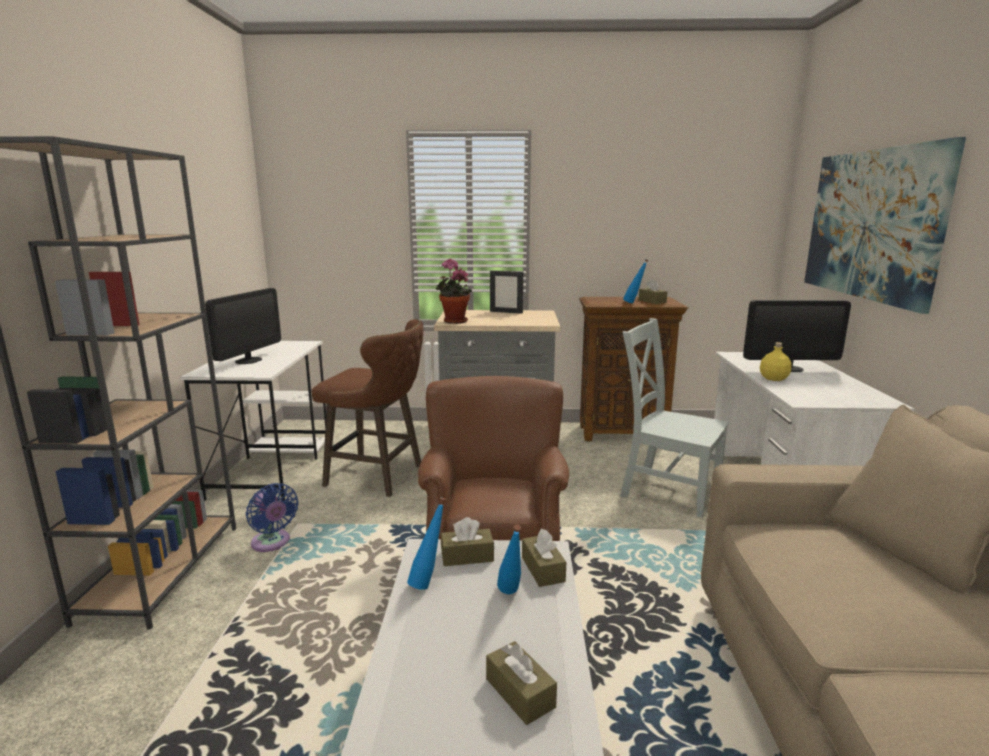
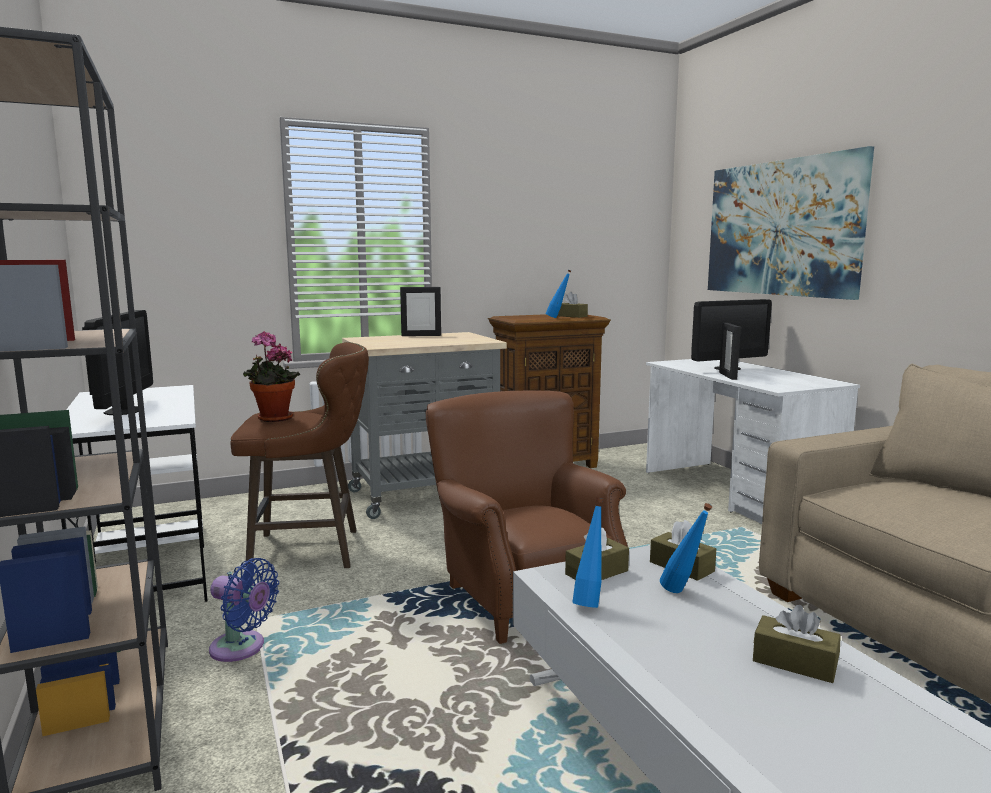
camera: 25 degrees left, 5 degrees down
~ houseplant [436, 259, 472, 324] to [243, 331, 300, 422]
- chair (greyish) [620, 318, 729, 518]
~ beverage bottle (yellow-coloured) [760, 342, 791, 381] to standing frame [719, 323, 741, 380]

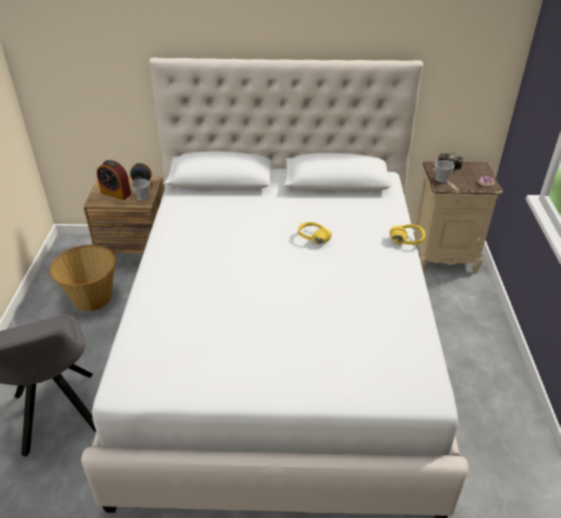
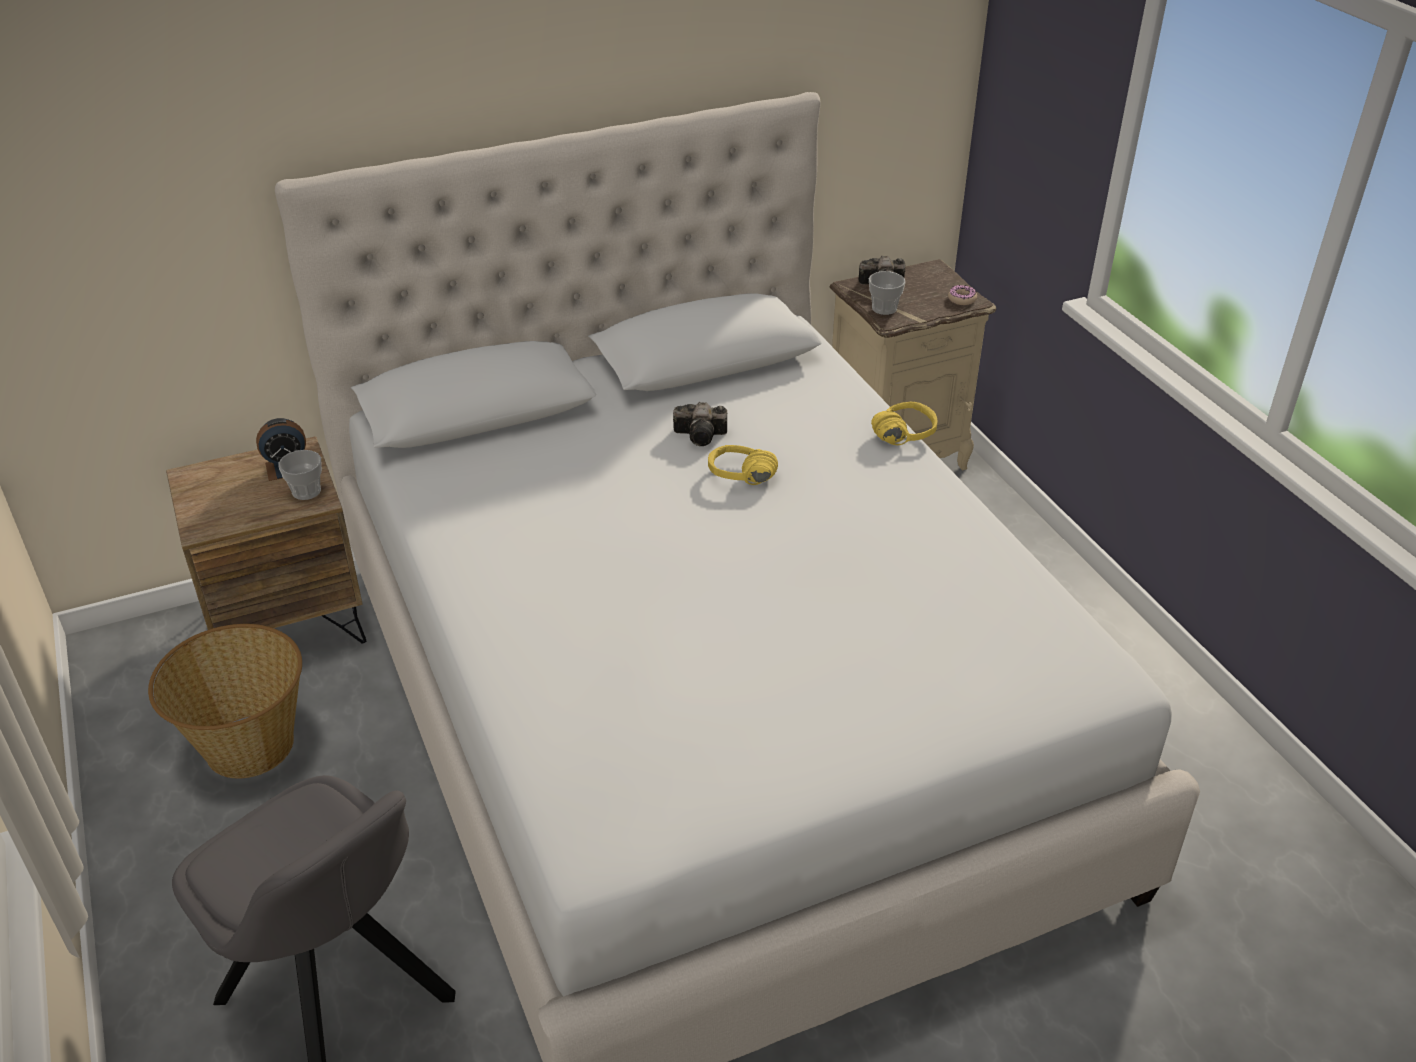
camera: 25 degrees left, 0 degrees up
- alarm clock [97, 160, 131, 200]
+ still camera [673, 402, 727, 446]

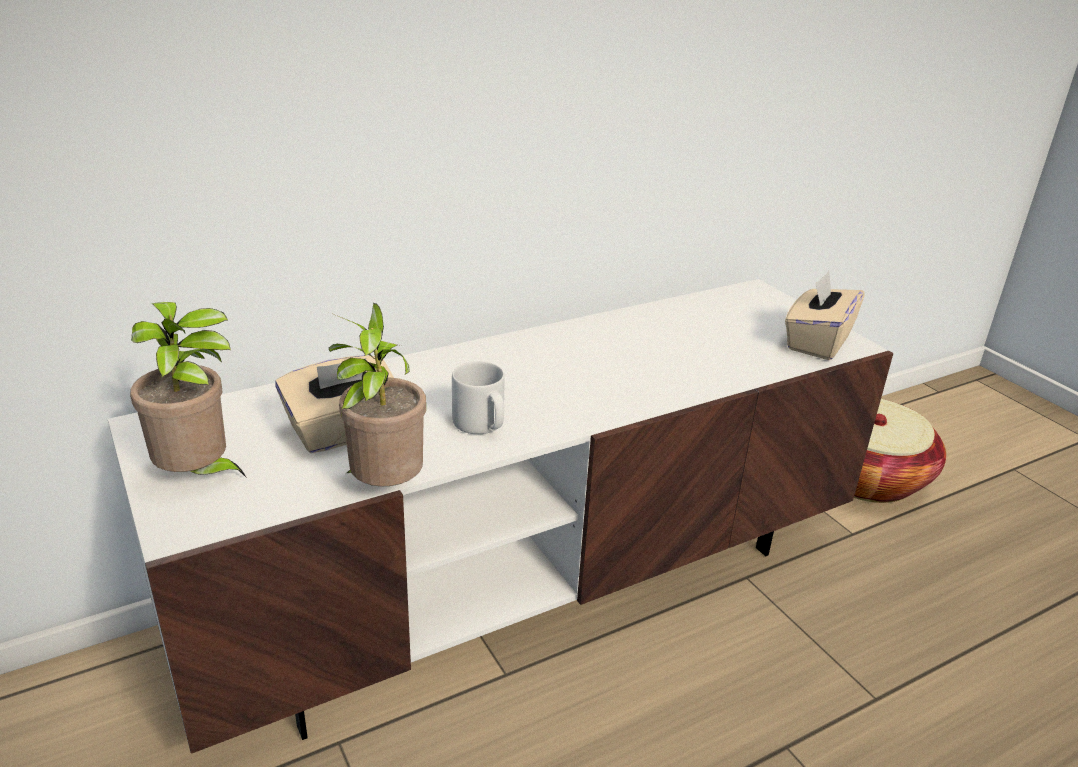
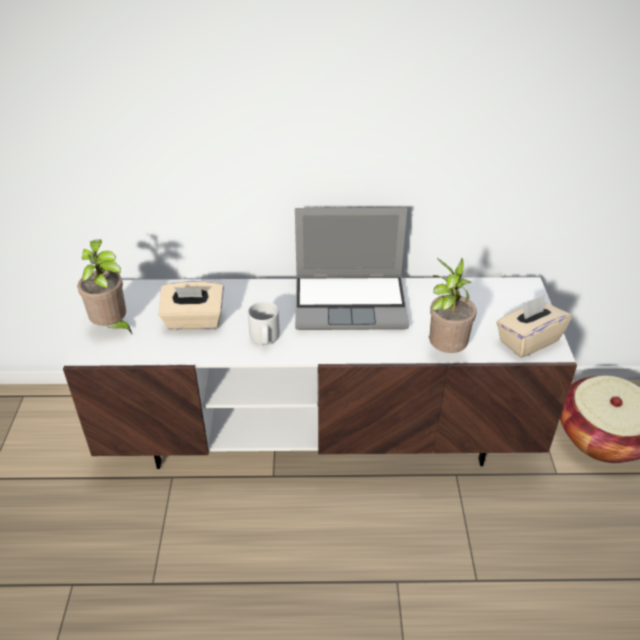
camera: 30 degrees right, 10 degrees up
~ houseplant [329, 303, 426, 486] to [429, 258, 477, 353]
+ portable computer [295, 208, 409, 330]

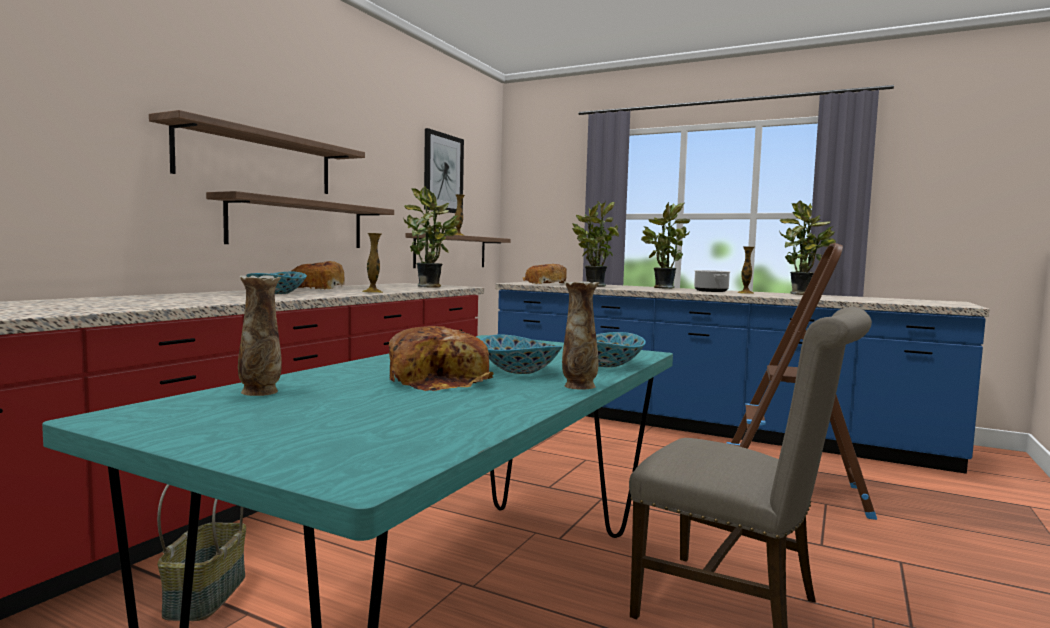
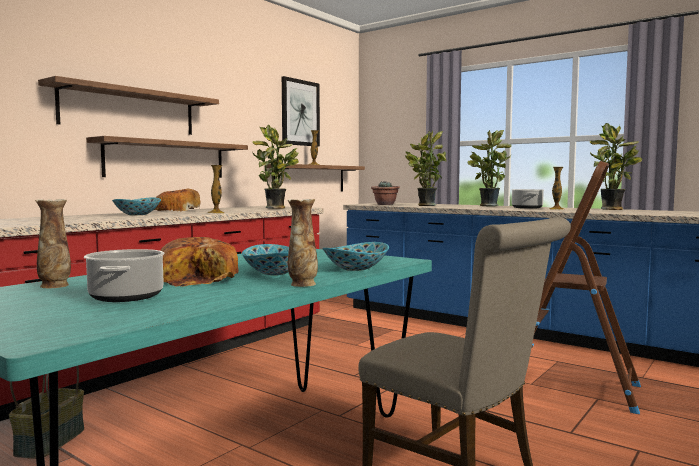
camera: 10 degrees right, 0 degrees up
~ bread [523, 264, 567, 284] to houseplant [371, 181, 400, 205]
+ stockpot [84, 249, 165, 302]

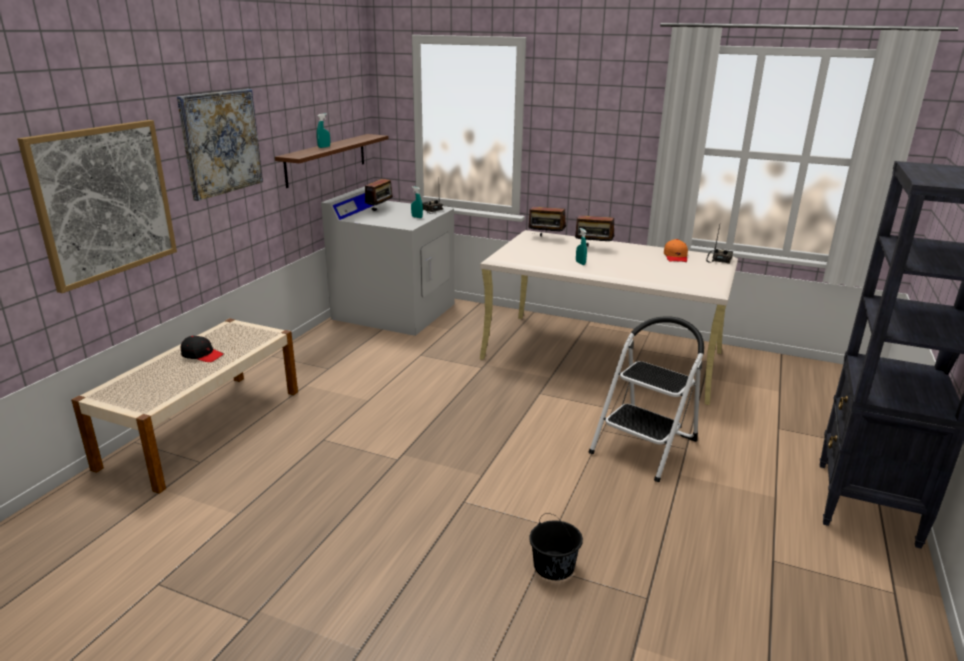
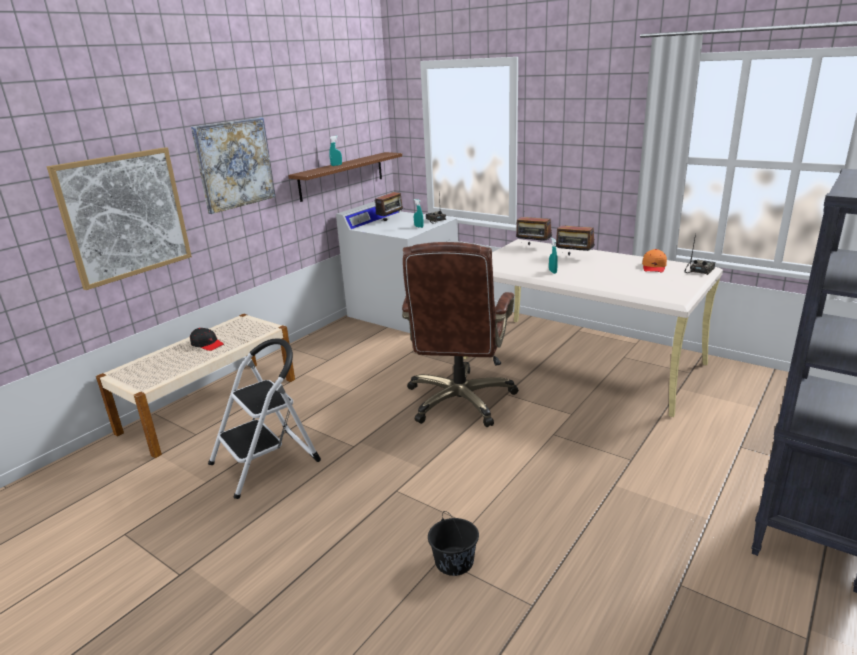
camera: 15 degrees right, 0 degrees up
~ step ladder [589, 316, 704, 482] to [208, 338, 321, 499]
+ computer chair (brownish) [402, 242, 519, 427]

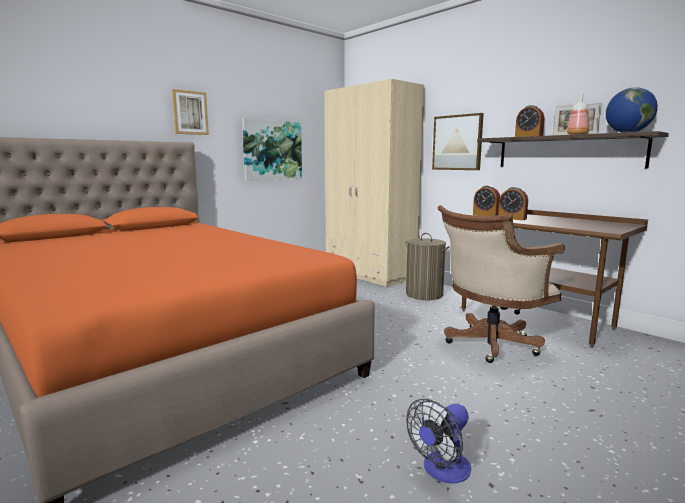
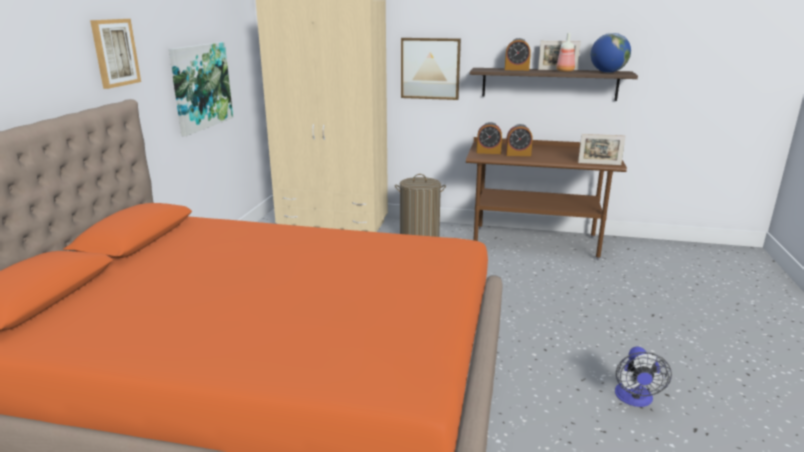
camera: 35 degrees left, 10 degrees up
- computer chair [438, 205, 565, 363]
+ standing frame [578, 134, 626, 165]

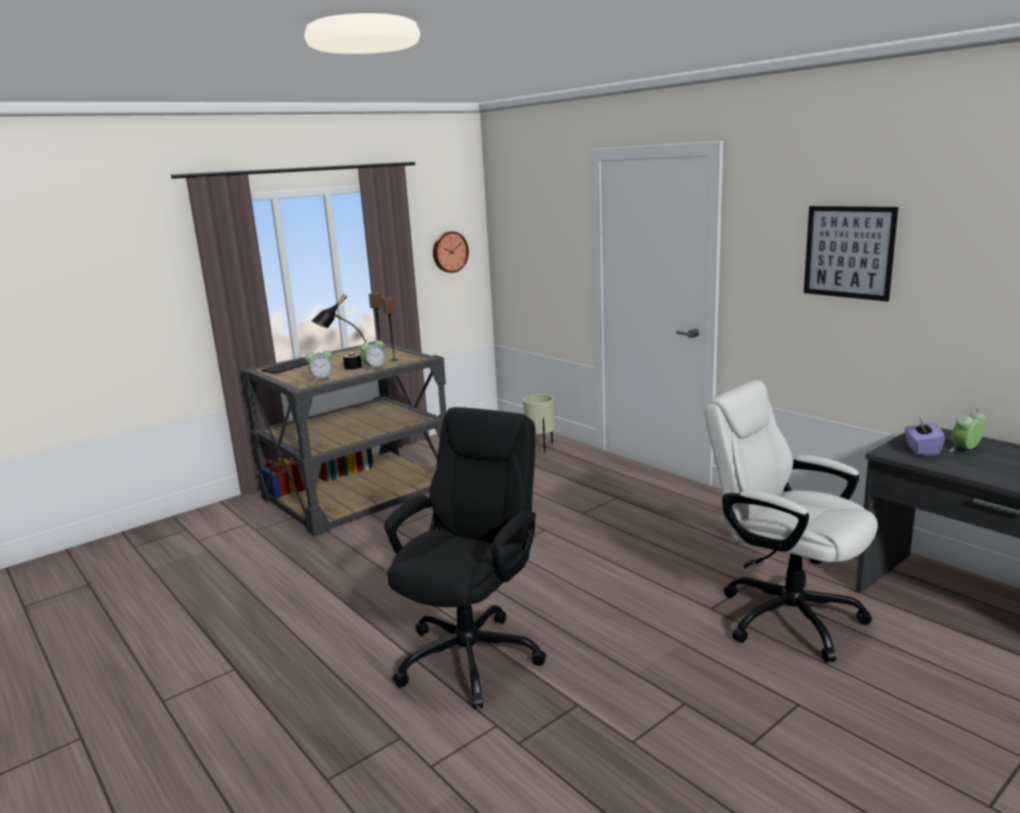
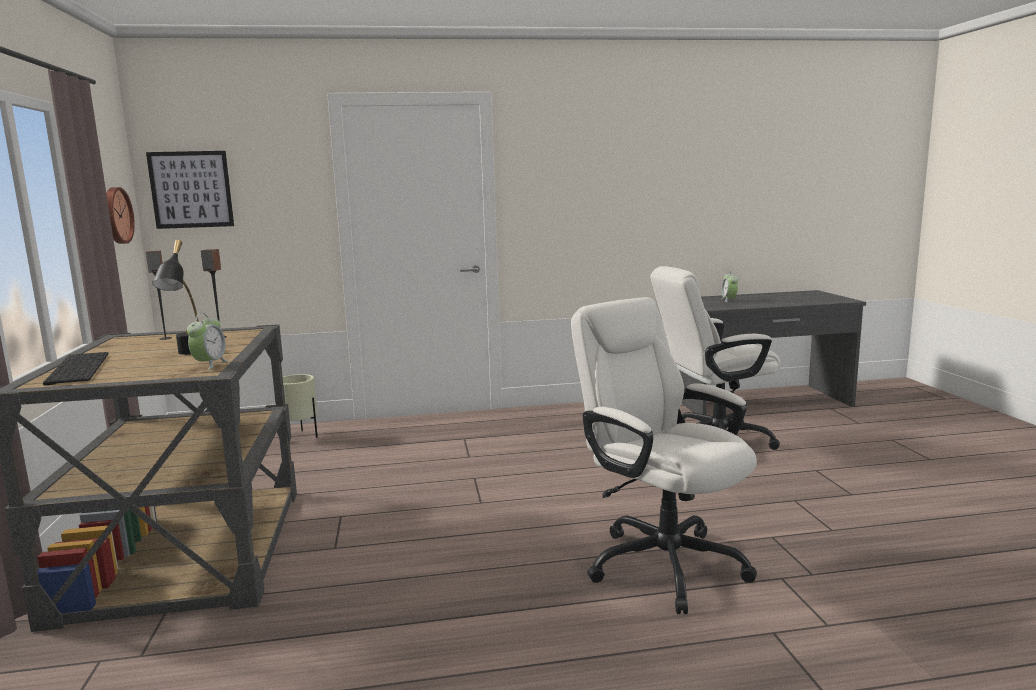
camera: 60 degrees left, 5 degrees down
~ wall art [804, 206, 898, 302] to [146, 151, 234, 229]
- alarm clock [360, 337, 387, 372]
~ computer chair (blackish) [384, 407, 546, 709] to computer chair (white) [571, 297, 757, 614]
- tissue holder (purple) [905, 417, 945, 456]

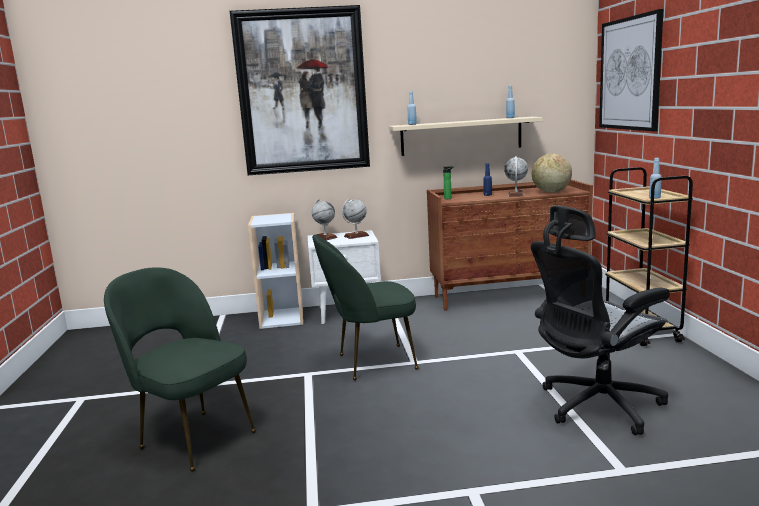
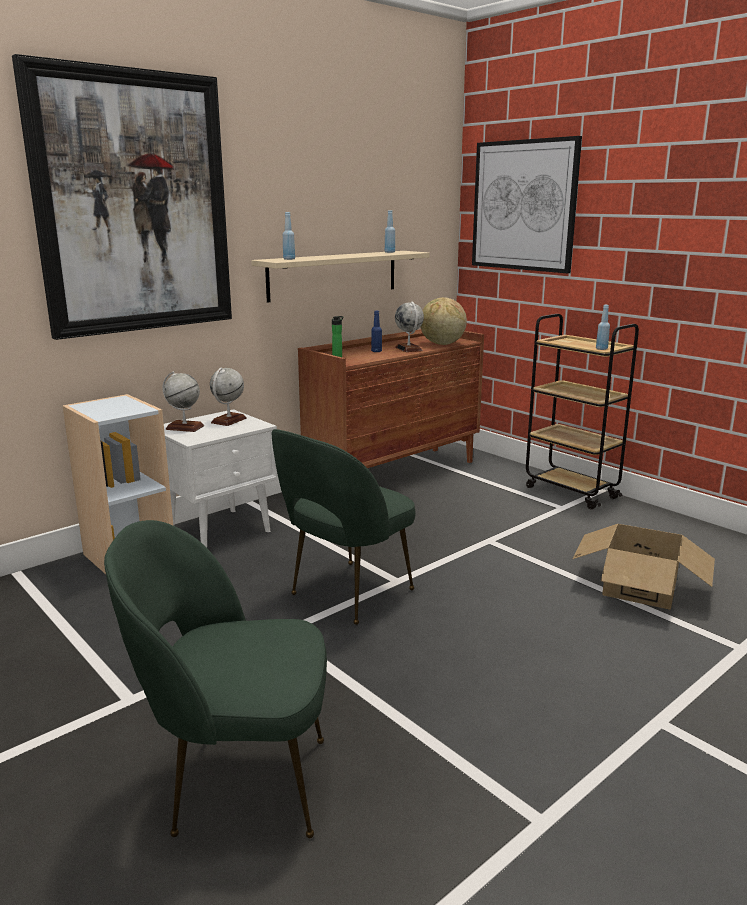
camera: 35 degrees left, 5 degrees up
~ computer chair [531, 206, 670, 435] to cardboard box [573, 524, 715, 610]

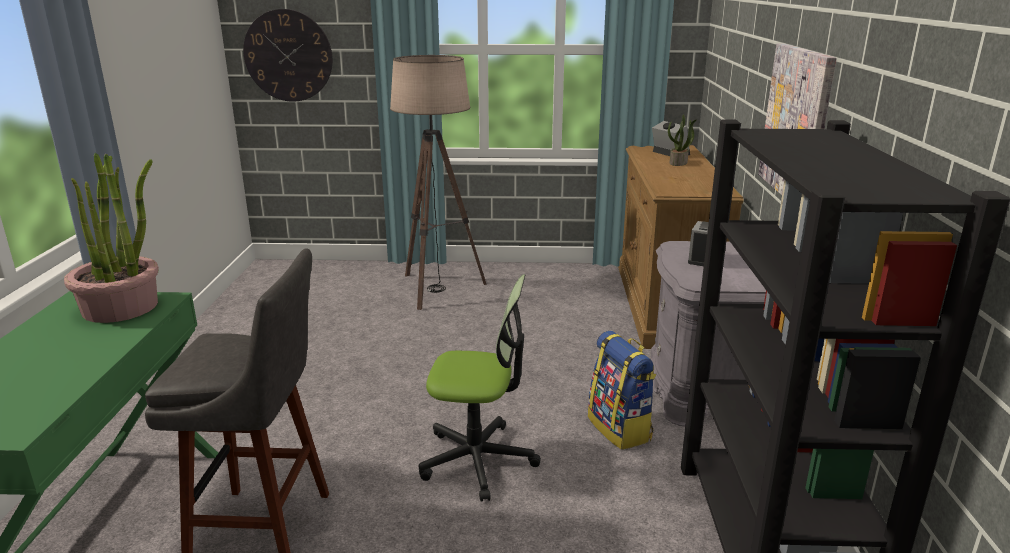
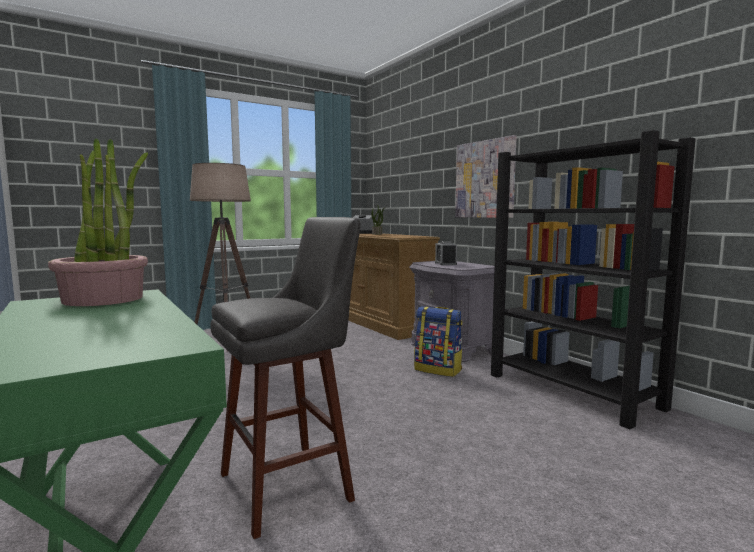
camera: 35 degrees left, 15 degrees down
- hanging clock [243, 9, 333, 102]
- computer chair [419, 274, 541, 502]

